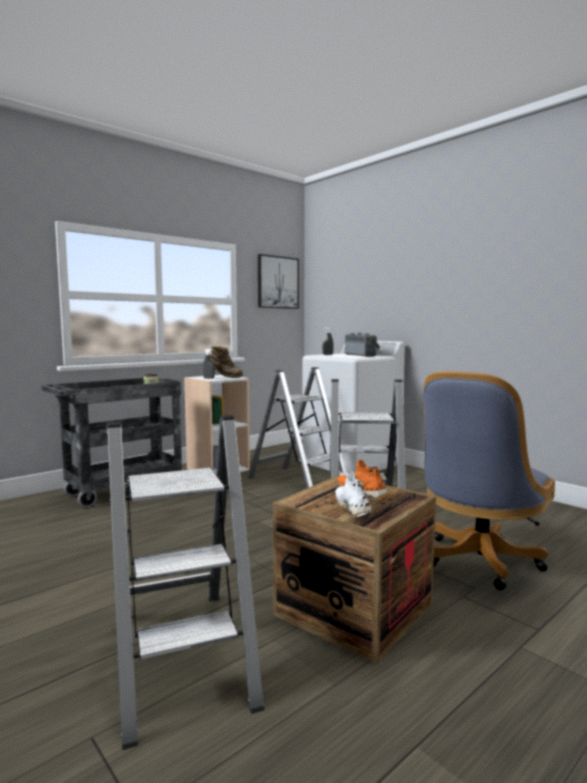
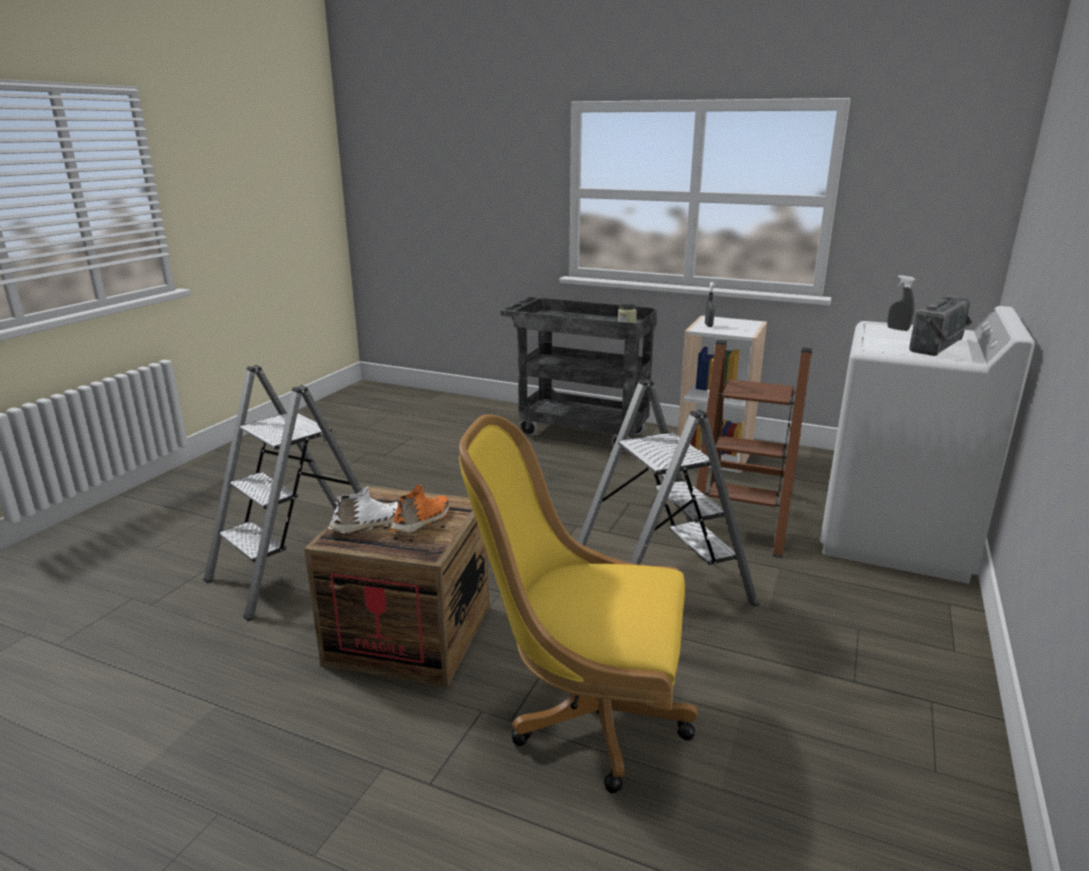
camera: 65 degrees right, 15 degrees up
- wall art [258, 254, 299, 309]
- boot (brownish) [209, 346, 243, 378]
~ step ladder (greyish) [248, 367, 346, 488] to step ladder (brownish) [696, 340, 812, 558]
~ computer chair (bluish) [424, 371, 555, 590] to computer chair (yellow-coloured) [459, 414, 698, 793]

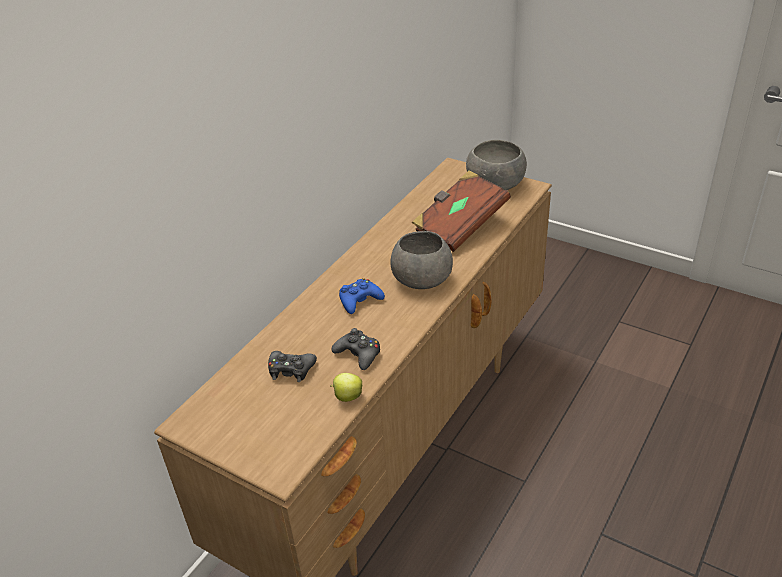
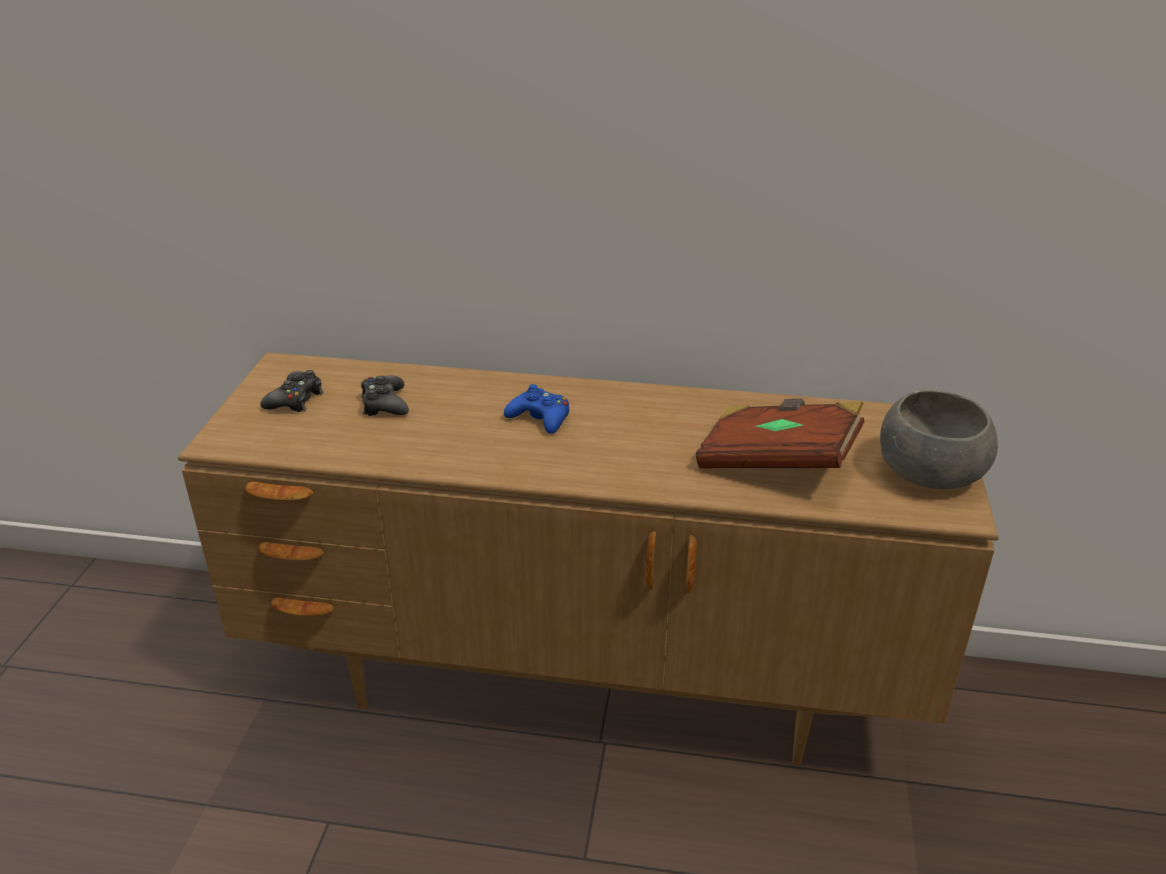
camera: 65 degrees right, 5 degrees down
- serving bowl (greyish) [391, 231, 453, 289]
~ gamepad (blackish) [332, 328, 380, 370] to [260, 370, 324, 412]
- apple fruit [331, 373, 362, 402]

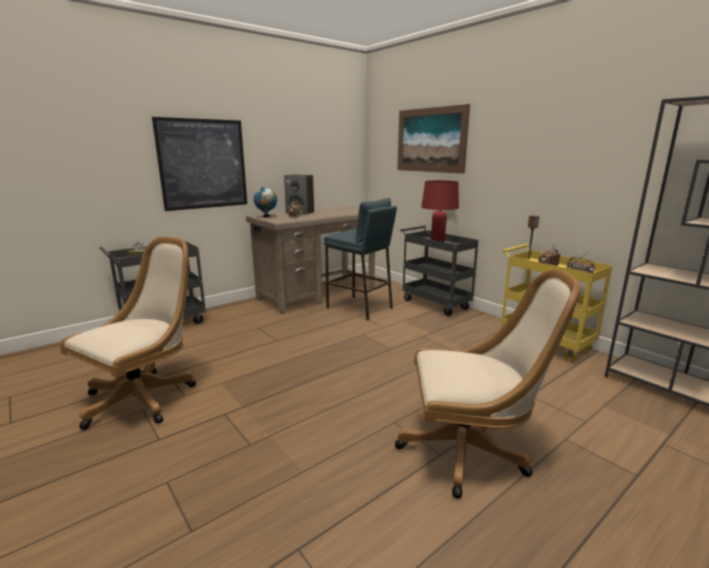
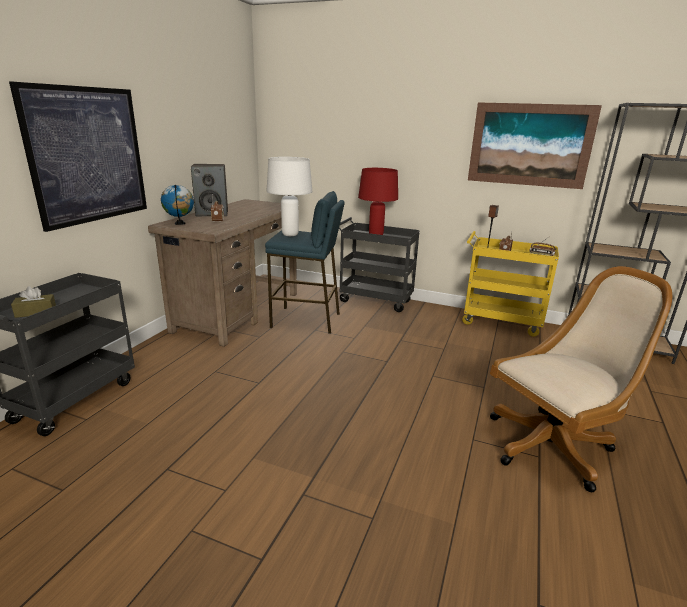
camera: 30 degrees left, 5 degrees up
~ wall art [398, 104, 470, 174] to [468, 102, 602, 189]
- computer chair [60, 237, 196, 430]
+ tabletop lamp (white) [267, 157, 312, 236]

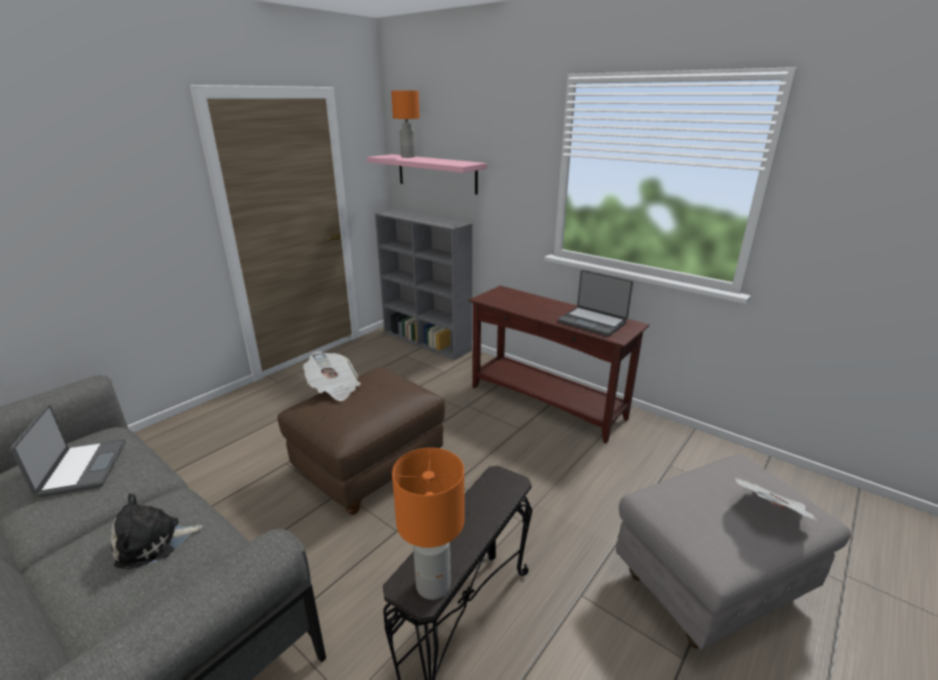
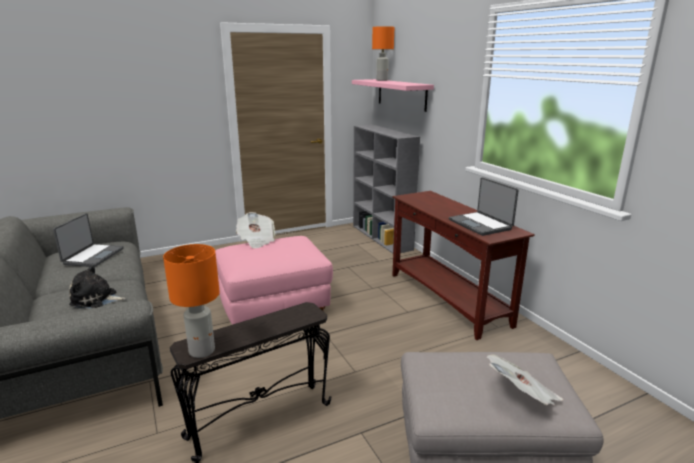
camera: 25 degrees right, 5 degrees down
~ ottoman (brownish) [278, 367, 445, 515] to ottoman (pink) [215, 236, 333, 325]

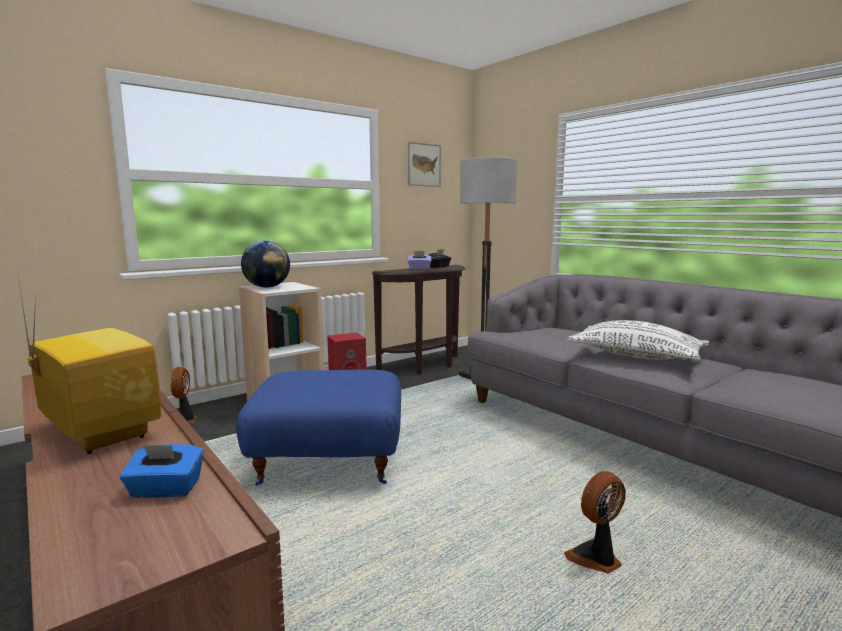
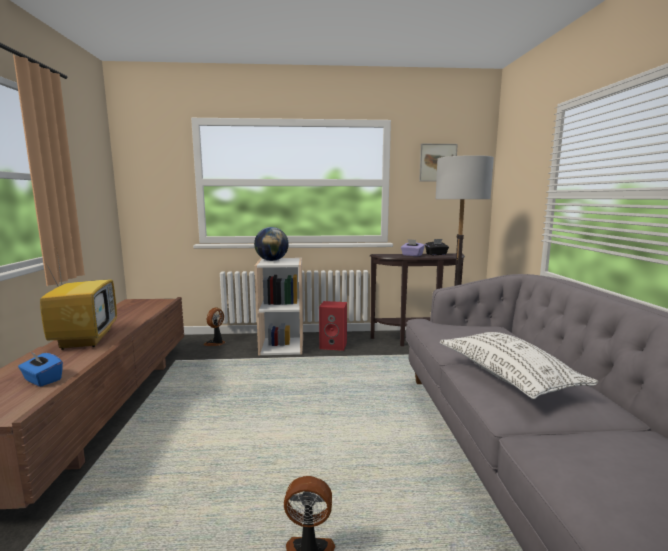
camera: 35 degrees right, 0 degrees up
- ottoman (bluish) [236, 370, 401, 486]

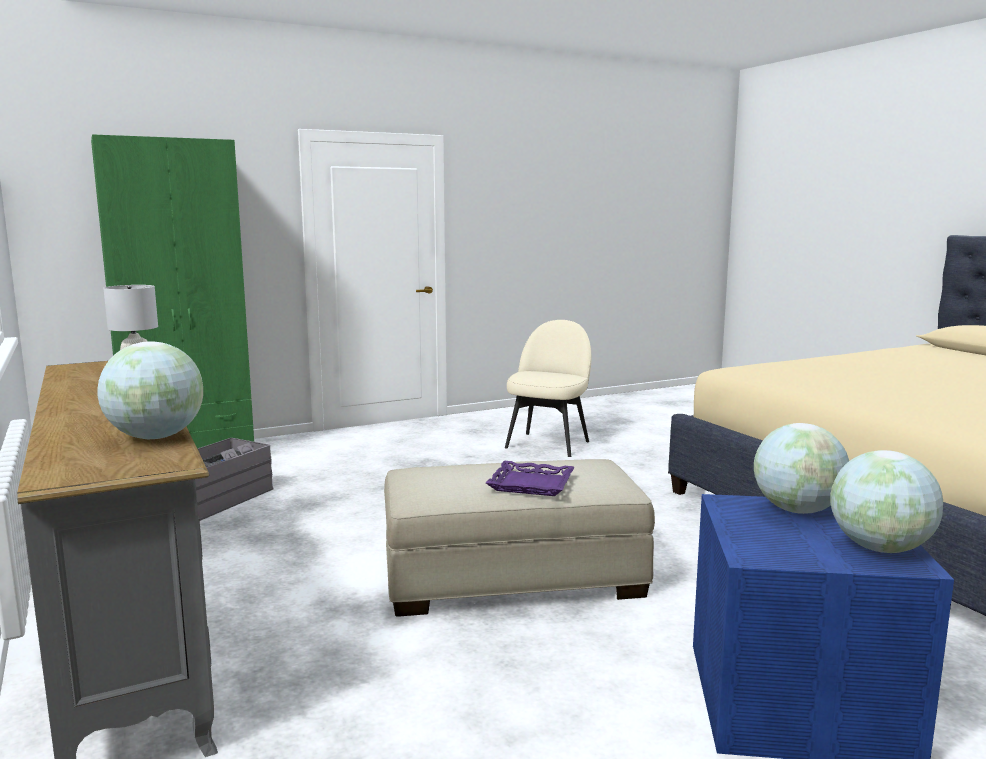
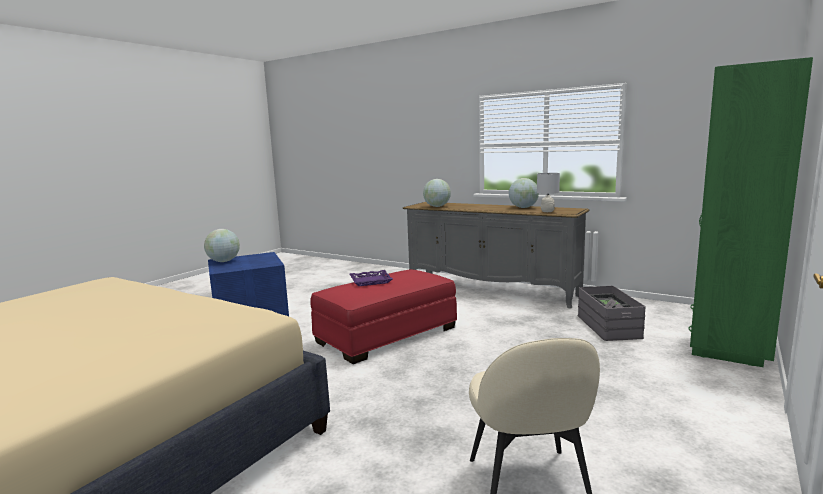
camera: 150 degrees right, 0 degrees up
~ world globe [754, 423, 849, 514] to [509, 178, 539, 208]
~ ottoman (sand-coloured) [384, 459, 655, 617] to ottoman (red) [310, 269, 457, 364]

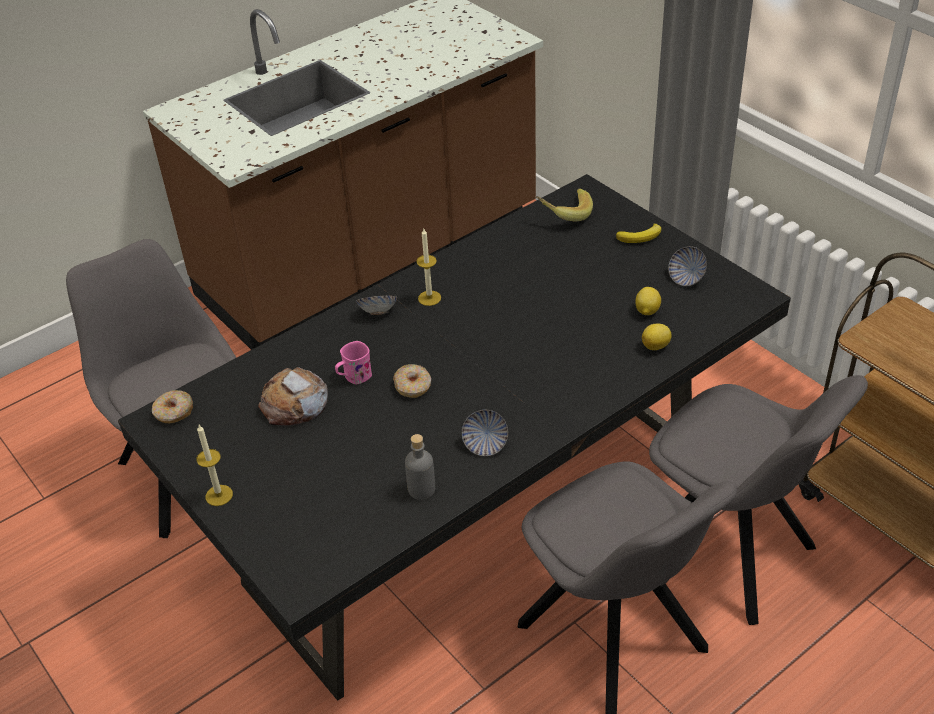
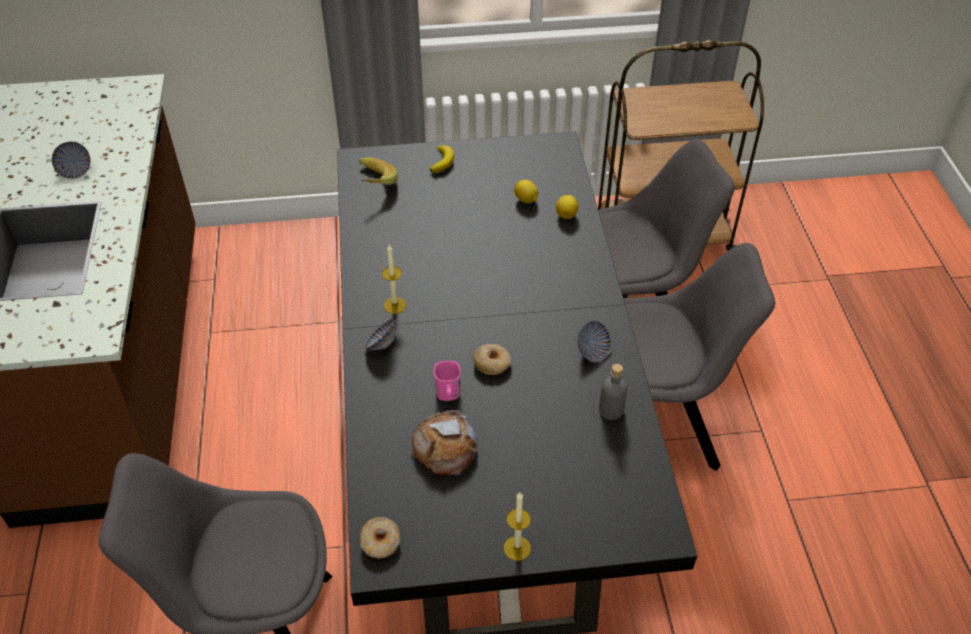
camera: 60 degrees left, 5 degrees up
~ serving bowl [668, 246, 707, 286] to [52, 142, 91, 179]

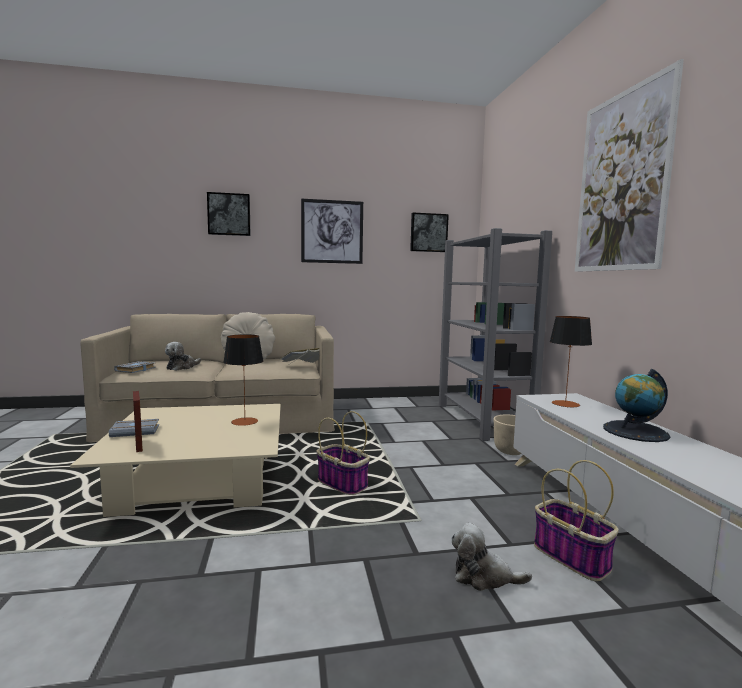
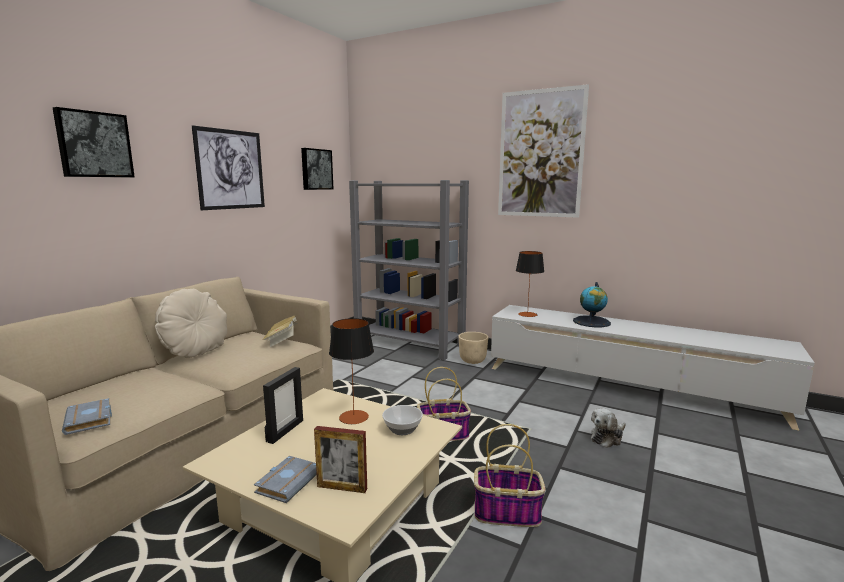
camera: 50 degrees left, 5 degrees up
- soft toy [165, 342, 201, 371]
~ storage basket [534, 460, 619, 581] to [474, 424, 546, 527]
+ standing frame [263, 367, 303, 444]
+ serving bowl [382, 405, 423, 435]

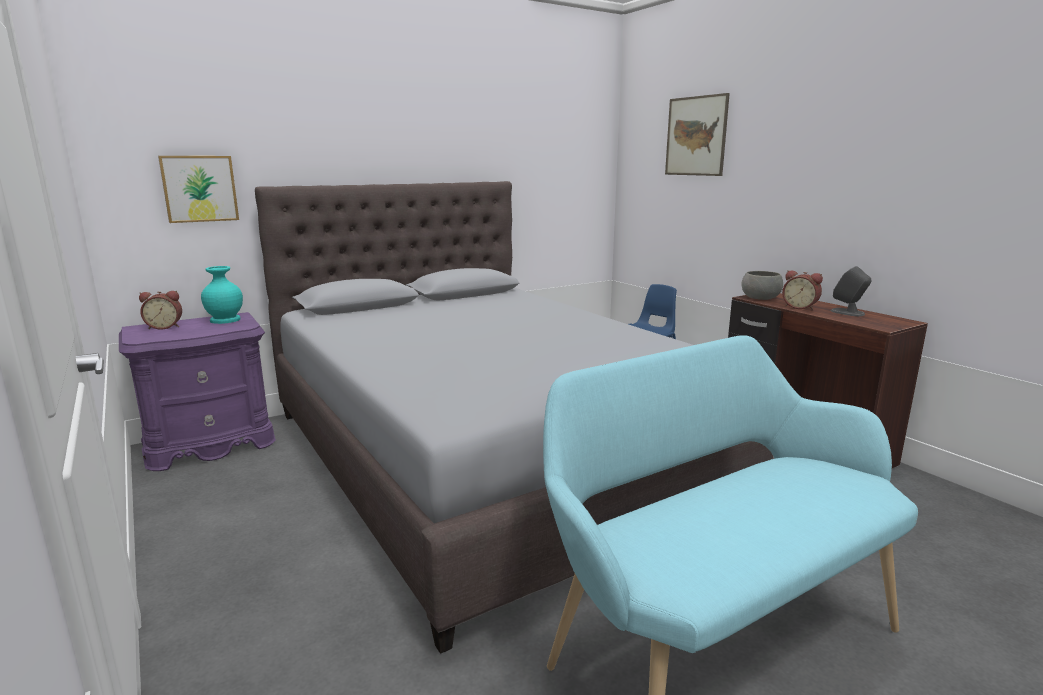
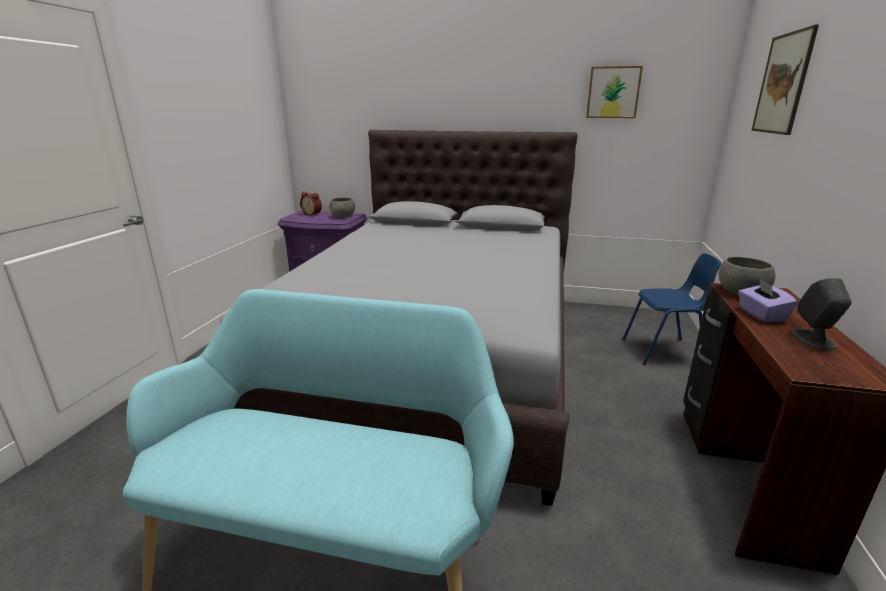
camera: 45 degrees right, 5 degrees up
~ wall art [158, 156, 239, 223] to [586, 66, 643, 118]
~ vase (blue-green) [201, 266, 243, 324] to serving bowl (greyish) [329, 198, 355, 217]
~ alarm clock [782, 270, 823, 310] to tissue holder (purple) [738, 278, 797, 322]

